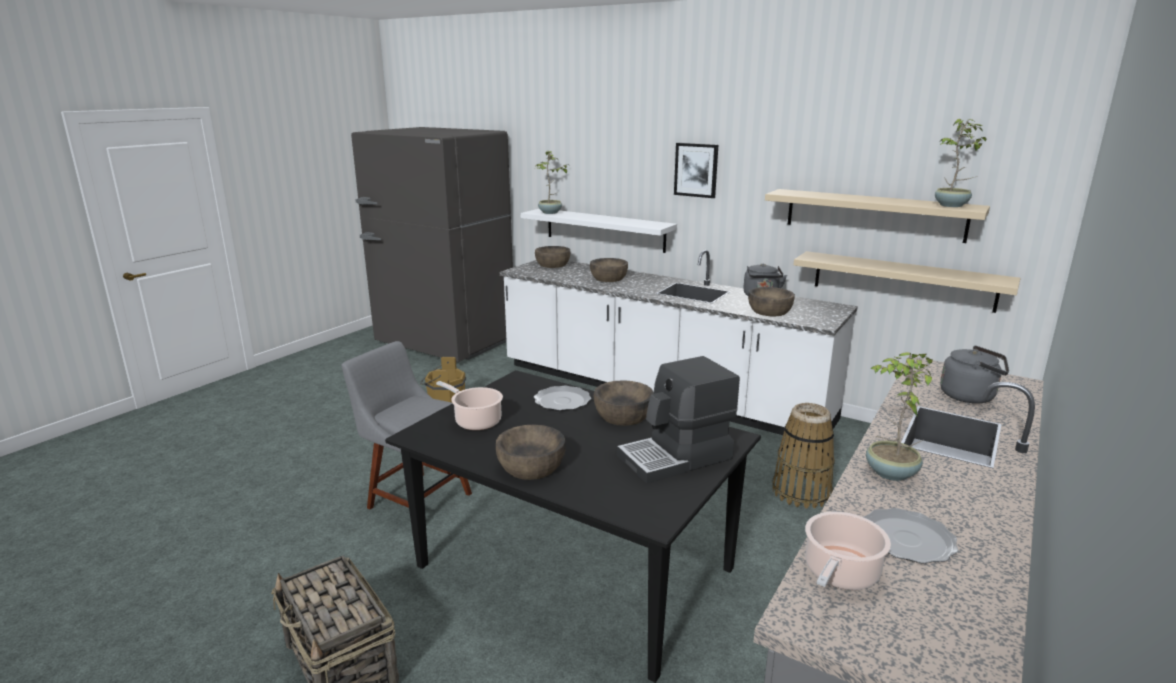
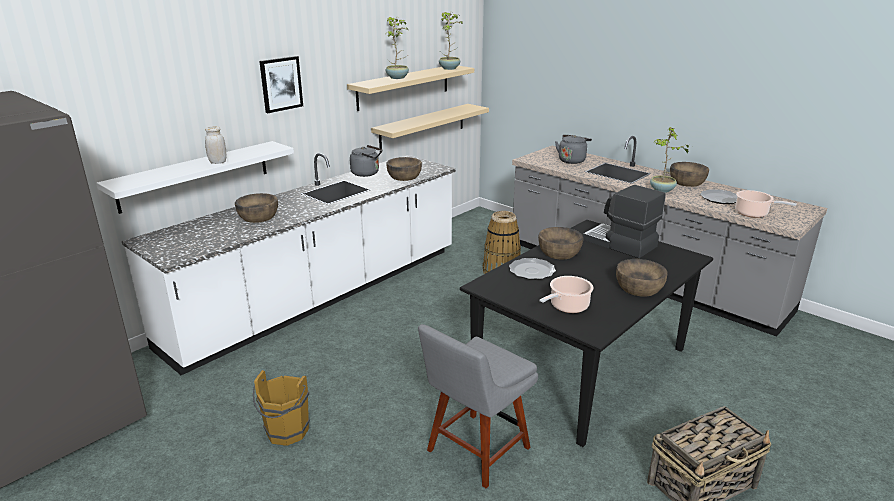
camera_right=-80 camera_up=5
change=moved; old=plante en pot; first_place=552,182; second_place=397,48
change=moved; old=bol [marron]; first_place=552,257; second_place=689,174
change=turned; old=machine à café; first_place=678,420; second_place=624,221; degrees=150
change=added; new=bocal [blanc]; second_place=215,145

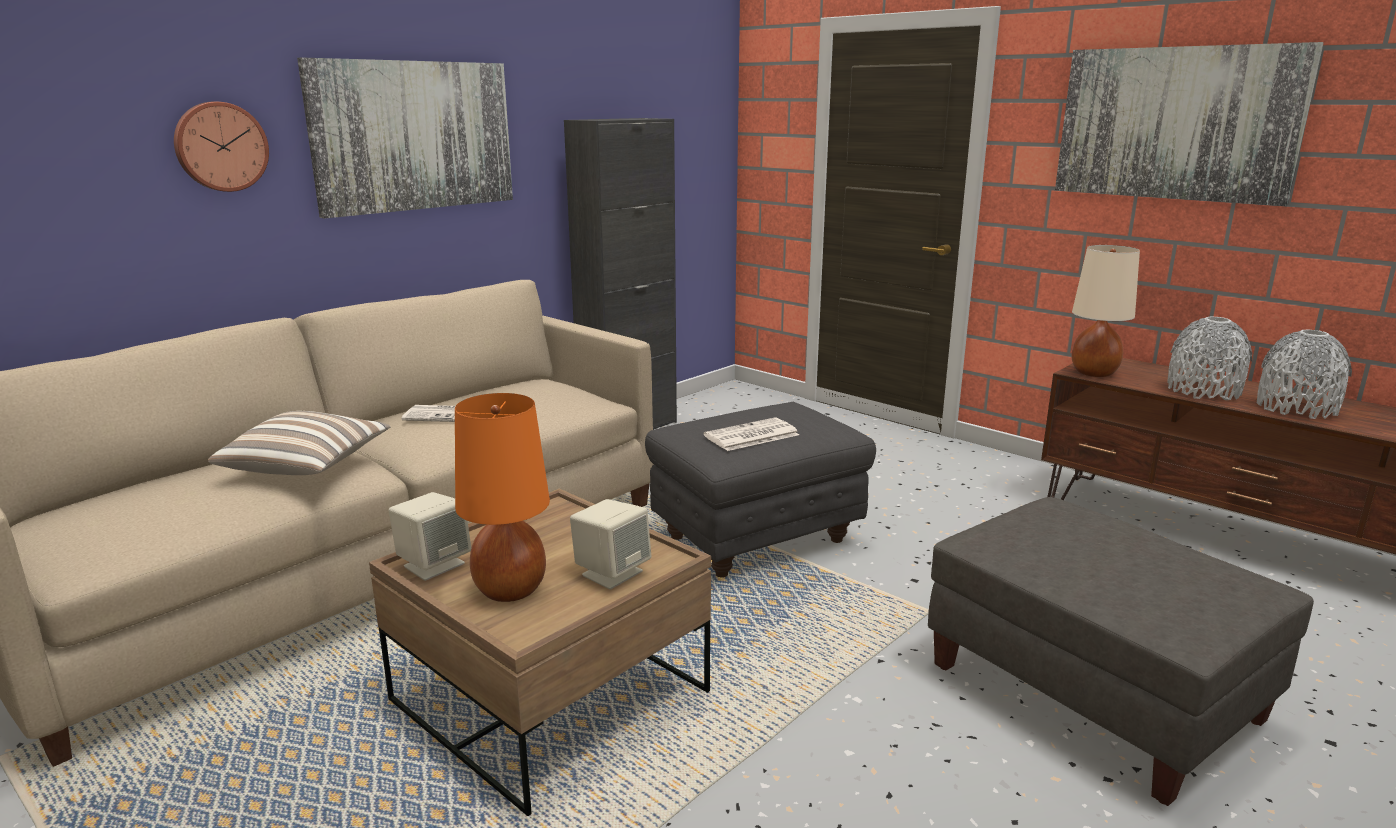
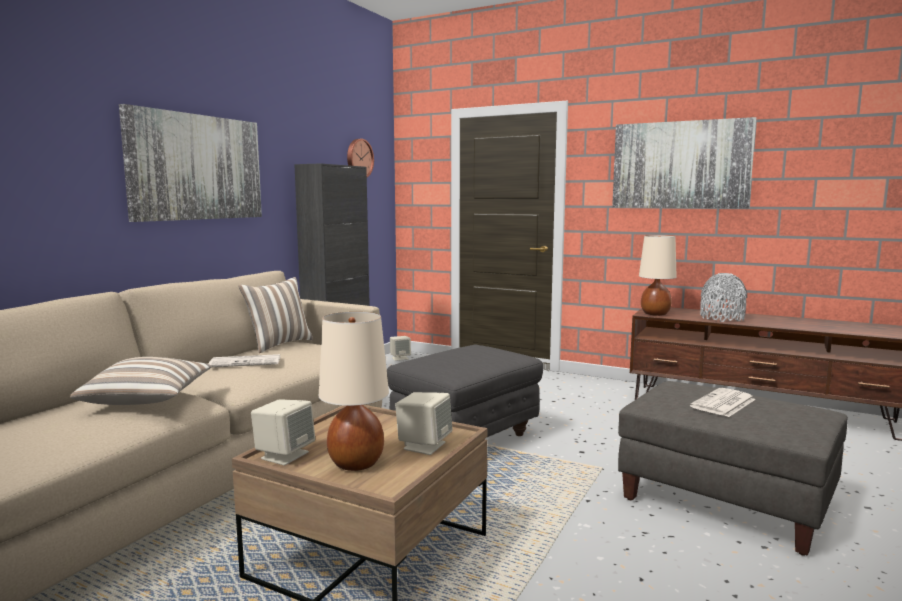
camera_right=-15 camera_up=-10
change=moved; old=horloge murale; first_place=221,147; second_place=360,158
change=recoloured; old=lampe de table [orange]; new=lampe de table [beige]; first_place=502,497; second_place=354,391
change=moved; old=journal; first_place=751,434; second_place=723,402
change=removed; old=vase [gris]; first_place=1304,374
change=added; new=coussin; second_place=275,315
change=added; new=enceinte [beige]; second_place=400,348

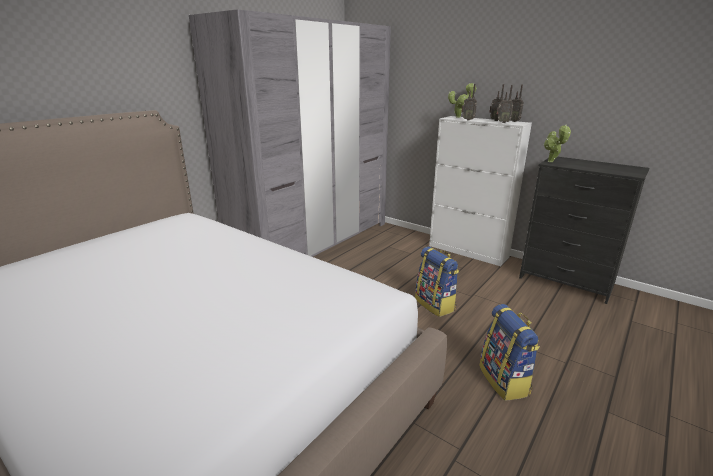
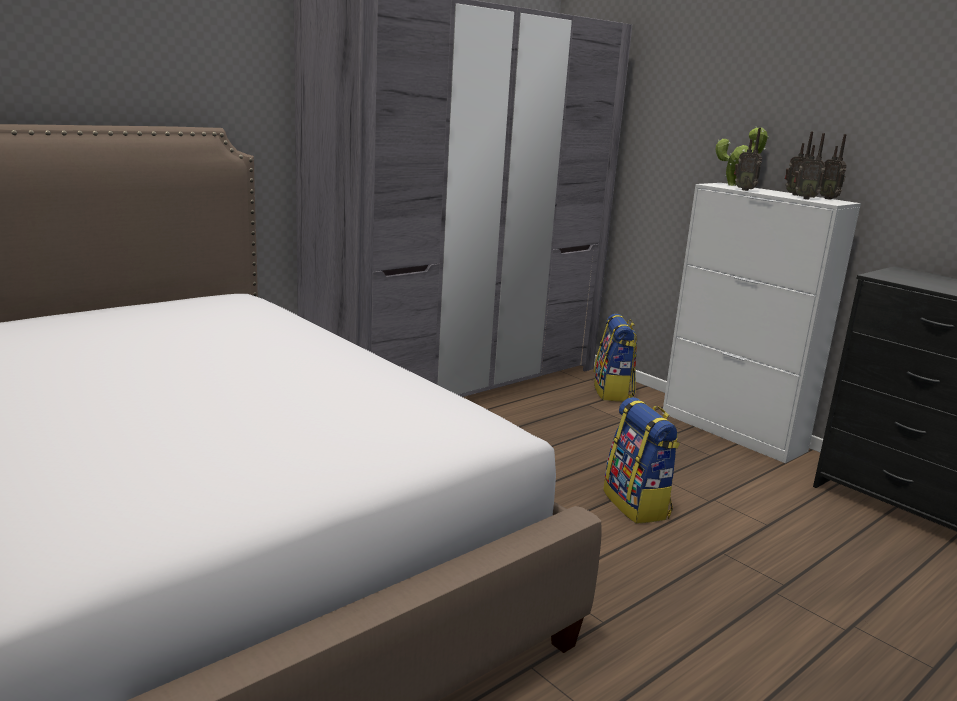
camera_right=10 camera_up=-5
change=moved; old=sac à dos; first_place=509,352; second_place=615,357
change=removed; old=plante en pot; first_place=557,143

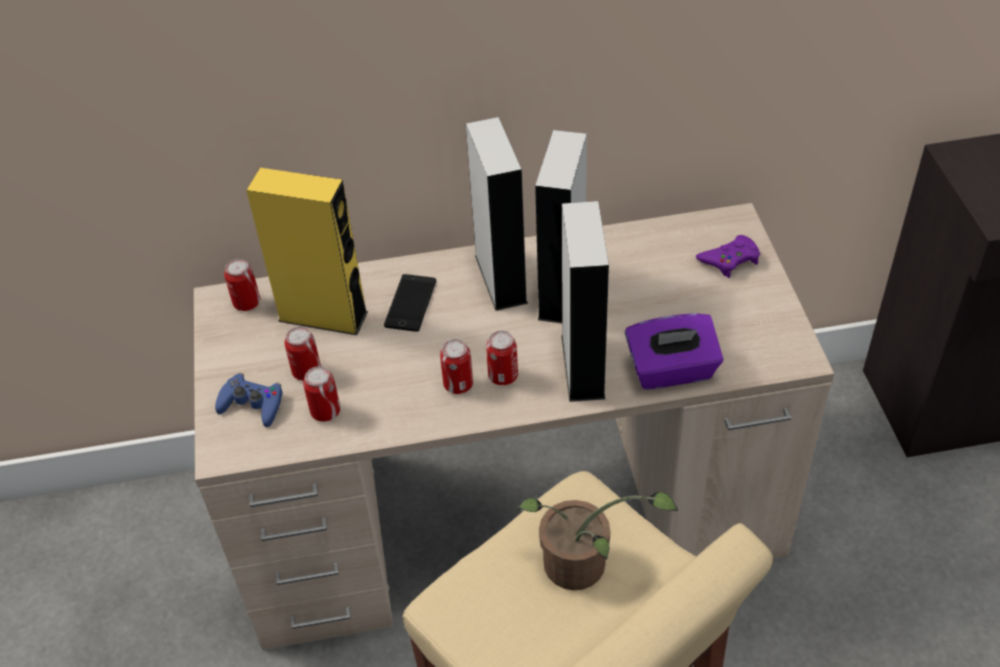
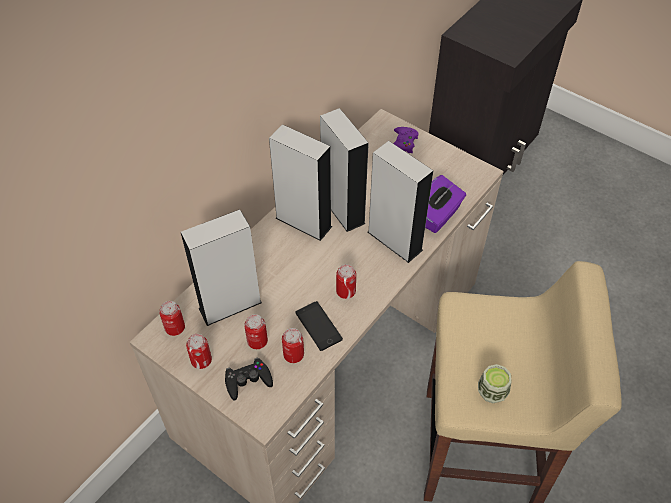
camera_right=-45 camera_up=5
change=recoloured; old=manette [bleu]; new=manette [noir]; first_place=249,400; second_place=249,379
change=recoloured; old=enceinte [jaune]; new=enceinte [gris]; first_place=307,251; second_place=221,267
change=moved; old=téléphone; first_place=410,303; second_place=319,326
change=moved; old=boîte métallique; first_place=502,358; second_place=199,351
change=removed; old=plante en pot; first_place=598,540
change=added; new=tasse; second_place=495,383

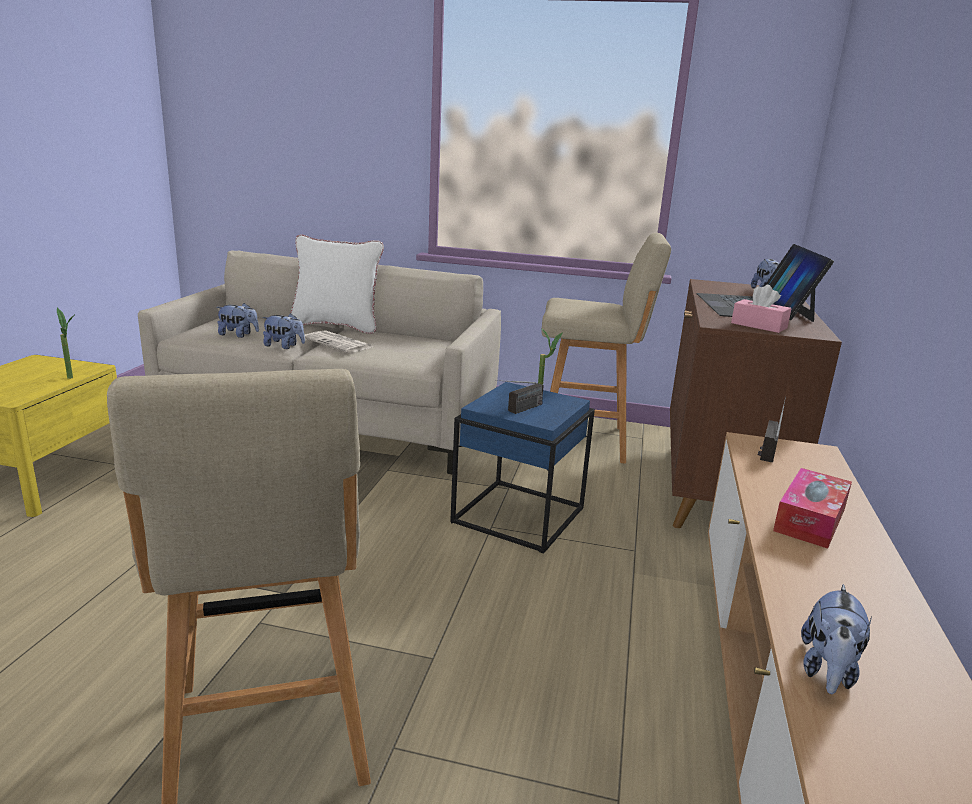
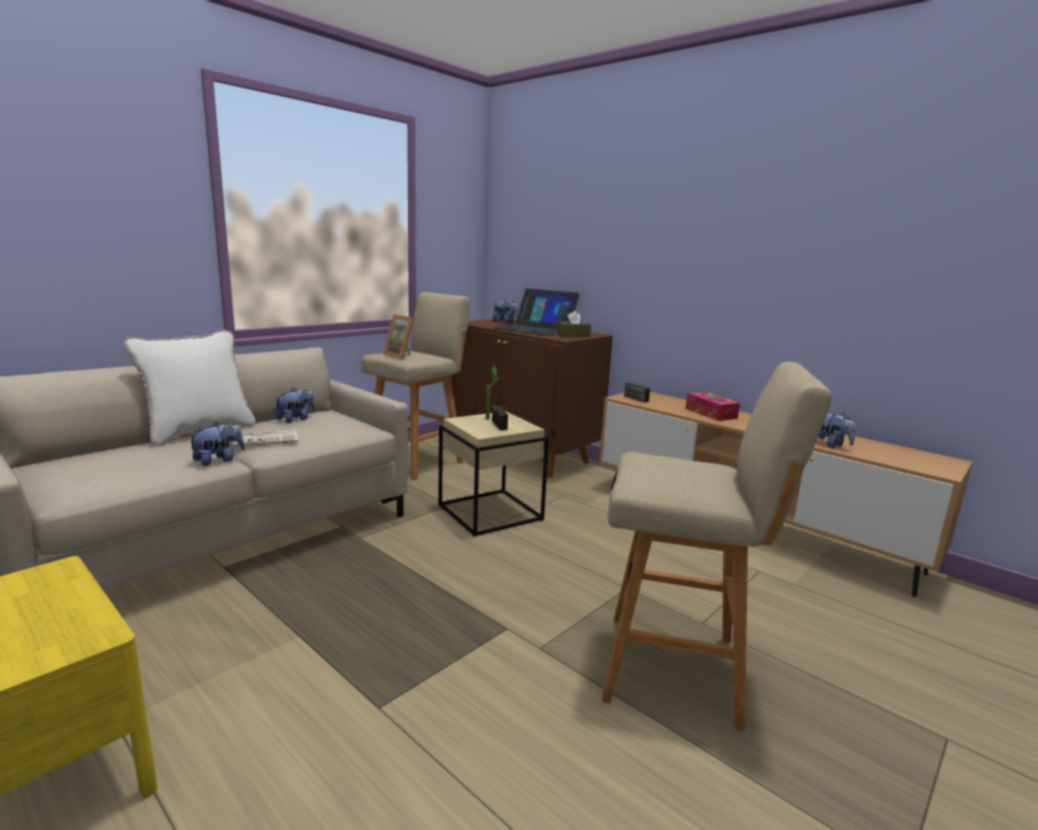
camera_right=-60 camera_up=-5
change=removed; old=plante en pot; first_place=65,343
change=moved; old=peluche; first_place=237,320; second_place=295,405
change=recoloured; old=table d'appoint [bleu]; new=table d'appoint [beige]; first_place=522,468; second_place=493,474
change=recoloured; old=boîte à mouchoirs [rose]; new=boîte à mouchoirs [marron]; first_place=761,309; second_place=574,324
change=added; new=cadre photo; second_place=398,337

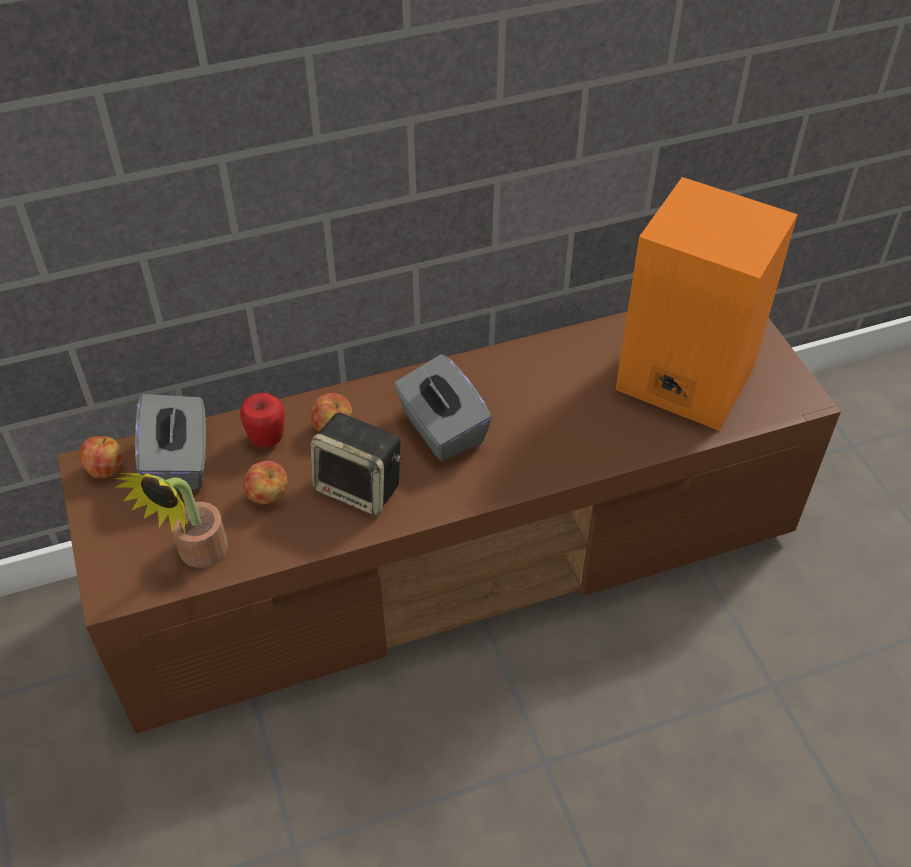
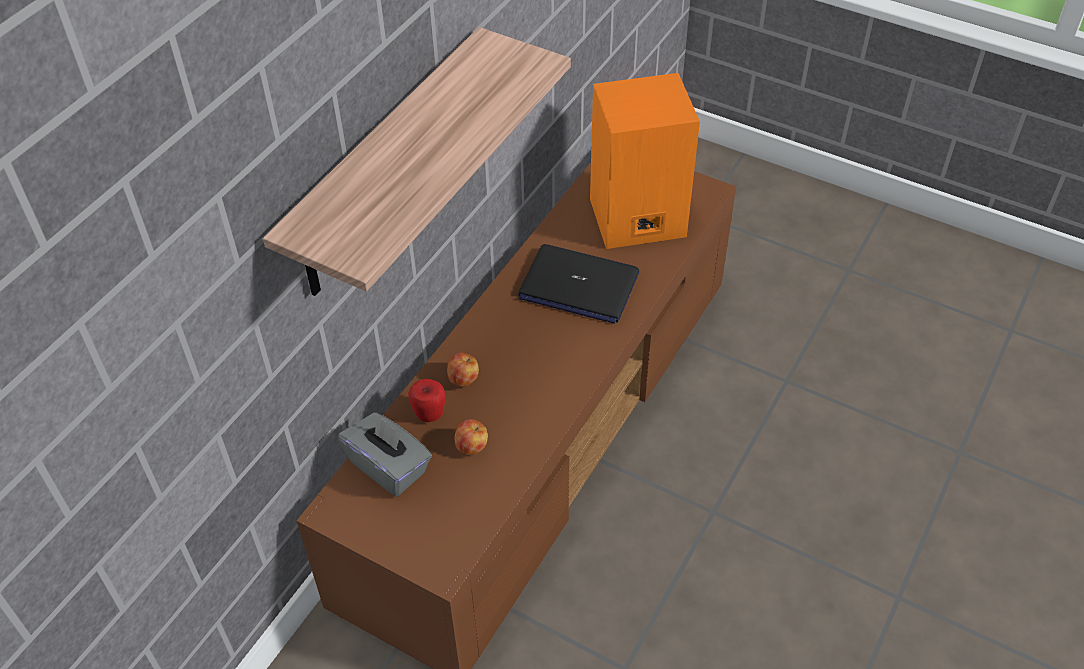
camera_right=-40 camera_up=0
change=removed; old=pomme; first_place=101,457
change=removed; old=plante en pot; first_place=171,520
change=removed; old=enceinte; first_place=356,464
change=removed; old=boîte à mouchoirs [gris]; first_place=442,407
change=added; new=étagère; second_place=417,161
change=added; new=ordinateur portable; second_place=578,284

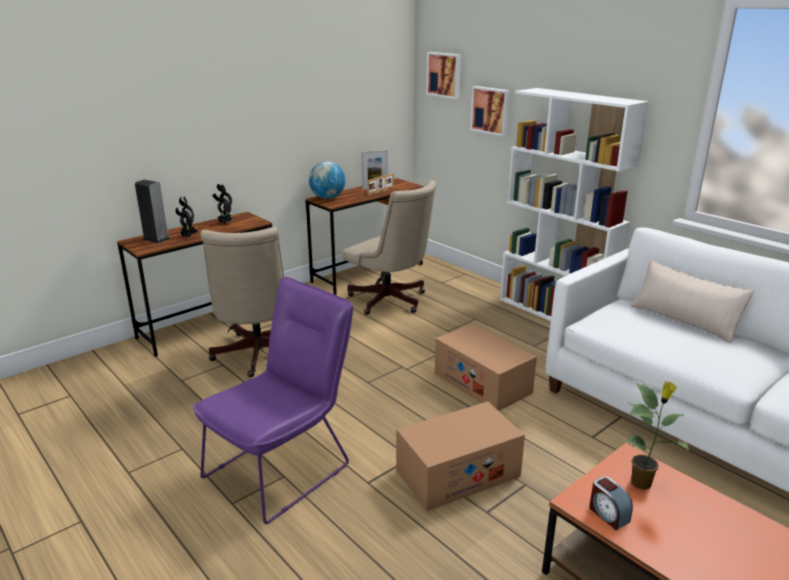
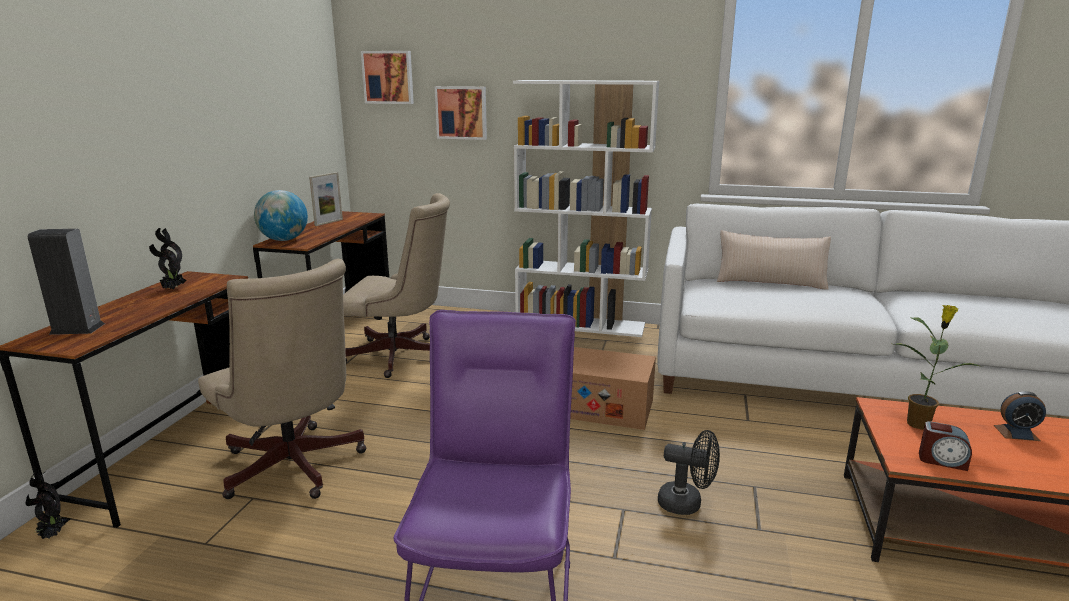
camera_right=-35 camera_up=-5
change=moved; old=plante en pot; first_place=186,217; second_place=48,505
change=removed; old=cadre photo; first_place=380,184
change=replaced; old=carton; new=ventilateur [noir]; first_place=460,456; second_place=689,472
change=added; new=réveil; second_place=1020,416

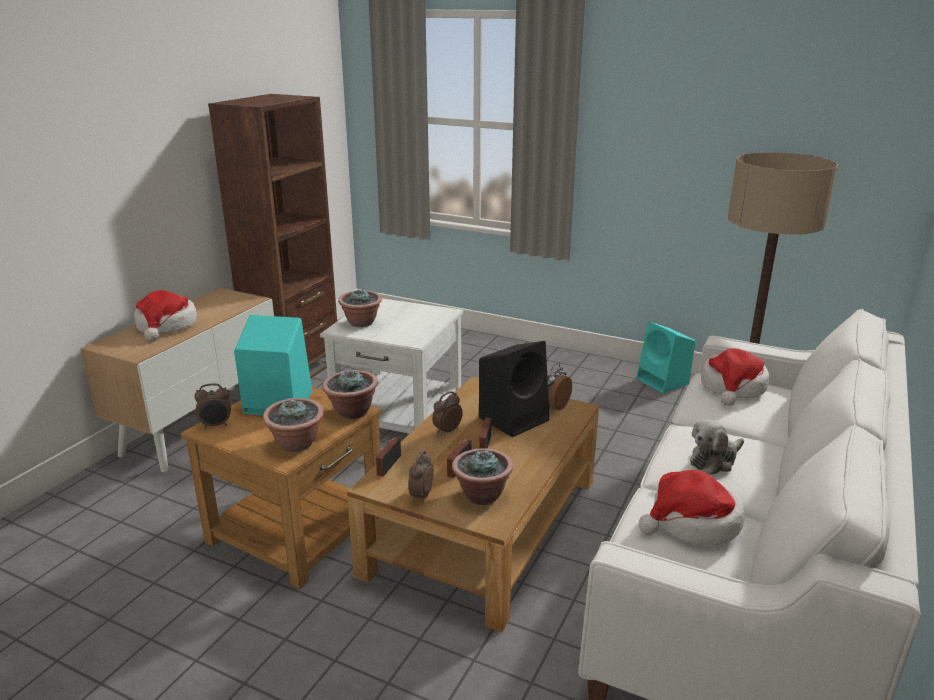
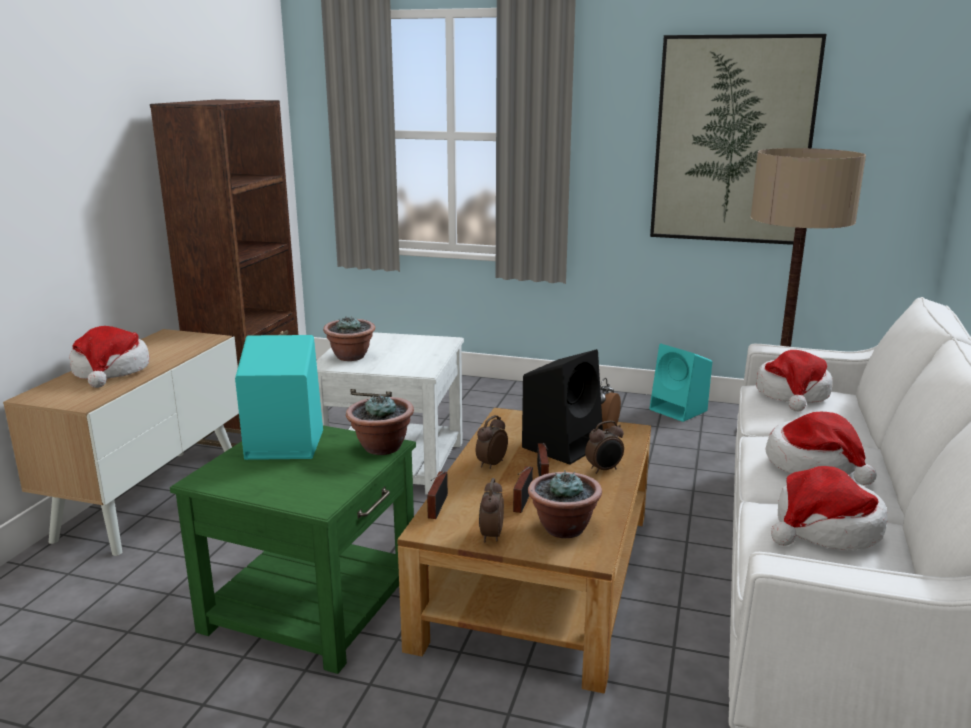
camera_right=-10 camera_up=-5
change=recoloured; old=table d'appoint [marron]; new=table d'appoint [vert]; first_place=281,488; second_place=293,549
change=moved; old=réveil; first_place=212,406; second_place=604,447
change=removed; old=plante en pot; first_place=293,425
change=replaced; old=peluche; new=chapeau; first_place=717,447; second_place=821,448
change=added; new=tableau; second_place=738,139

